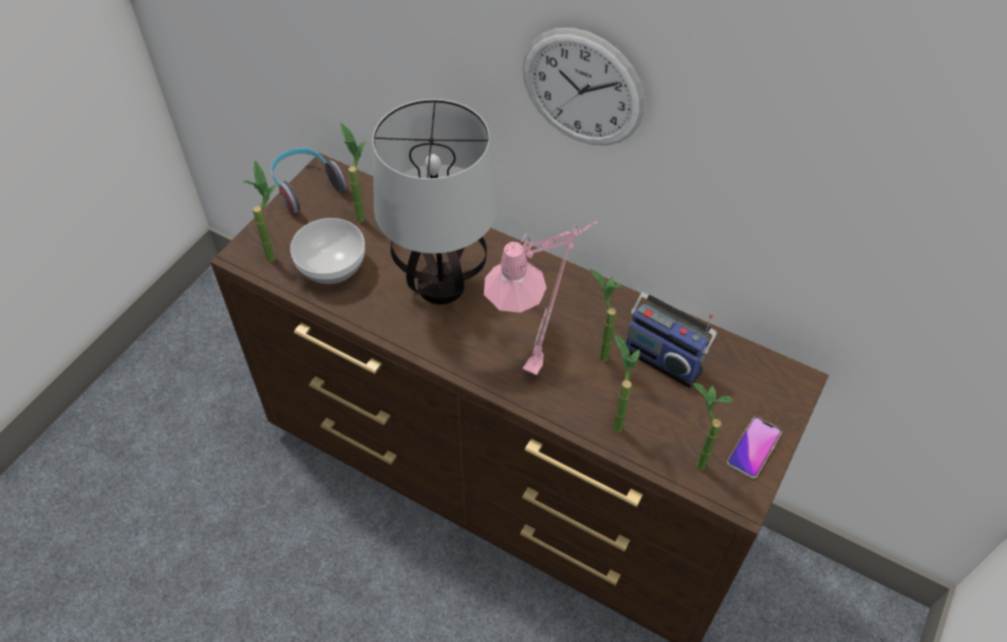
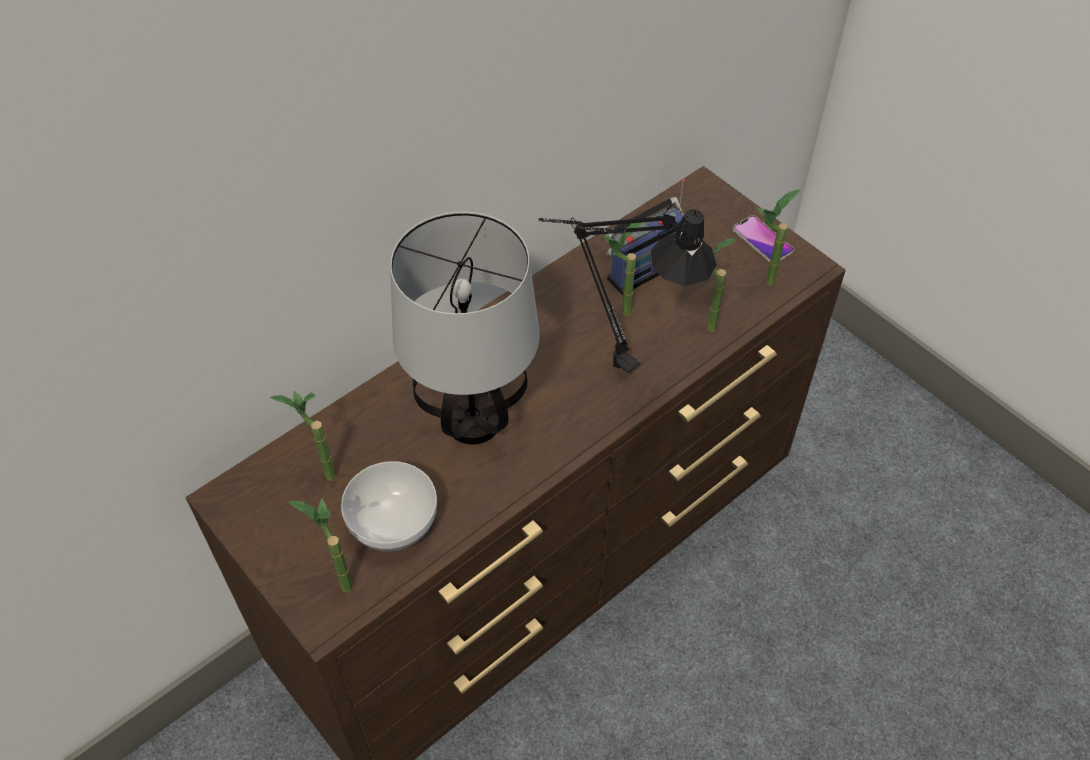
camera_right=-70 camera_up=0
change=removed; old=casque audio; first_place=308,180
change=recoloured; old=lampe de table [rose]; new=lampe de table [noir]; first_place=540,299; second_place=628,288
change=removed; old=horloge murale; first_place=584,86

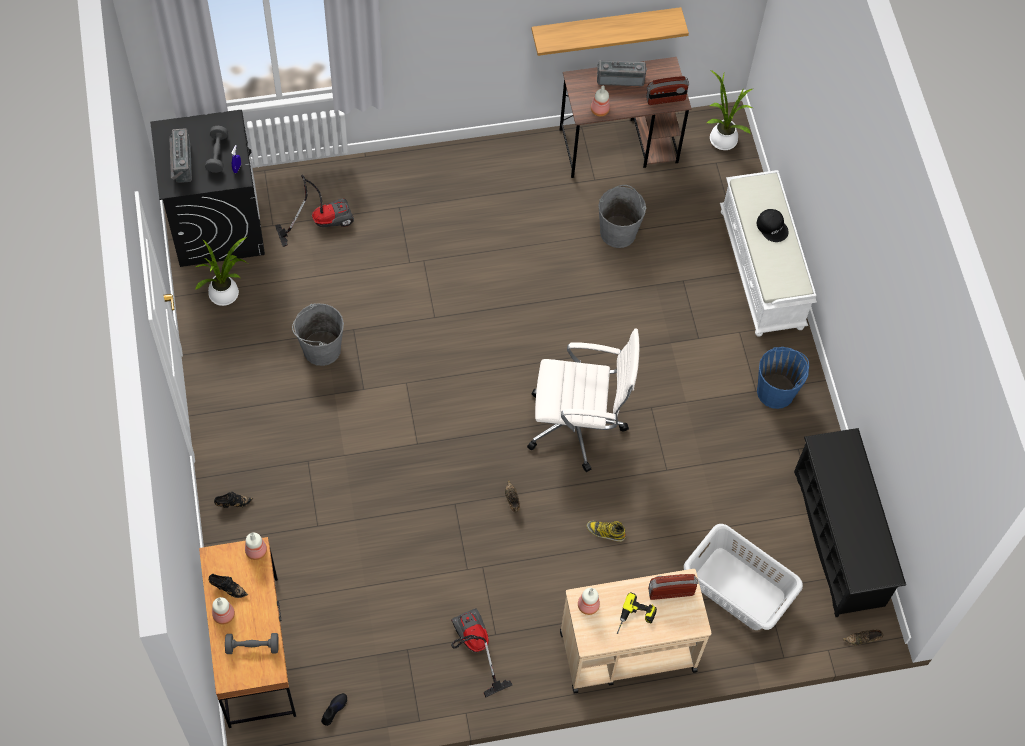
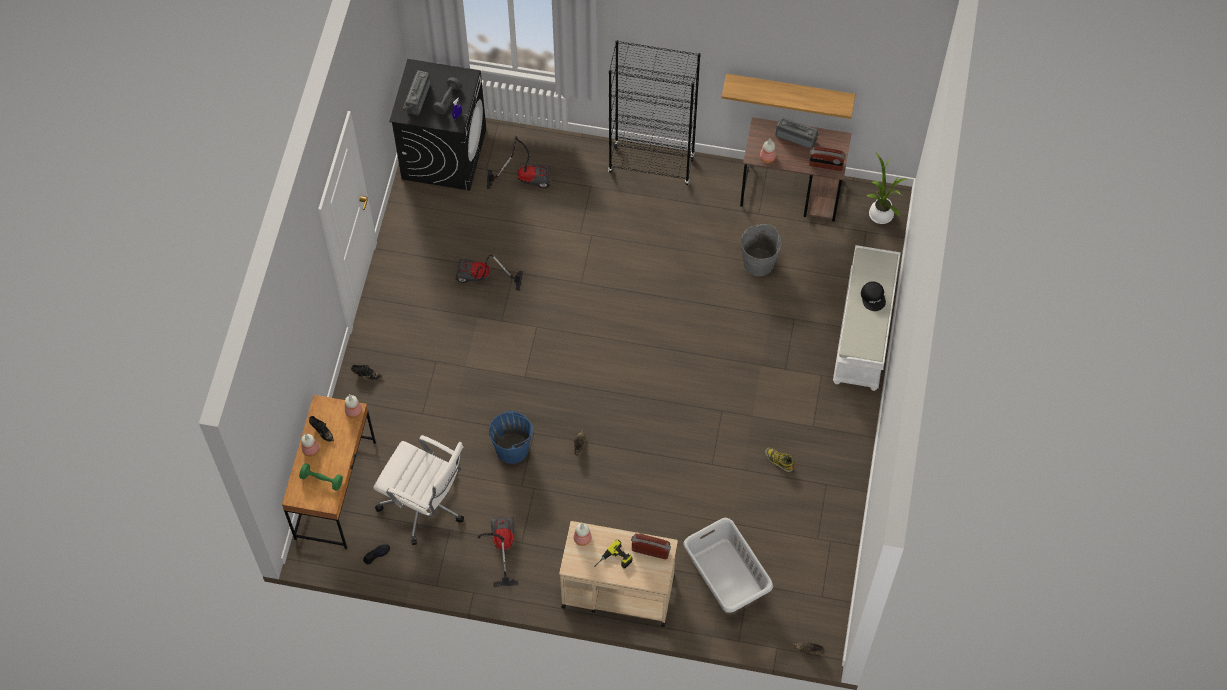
camera_right=25 camera_up=0
change=removed; old=plante en pot; first_place=221,271
change=recoloured; old=haltère [gris]; new=haltère [vert]; first_place=252,643; second_place=321,477
change=replaced; old=seau [gris]; new=aspirateur; first_place=318,334; second_place=489,272
change=moved; old=chaise de bureau [blanc]; first_place=583,400; second_place=418,490
change=moved; old=botte; first_place=606,531; second_place=779,460
change=moved; old=seau [bleu]; first_place=783,378; second_place=511,437
change=removed; old=étagère à chaussures [noir]; first_place=850,522
change=added; new=bibliothèque [noir]; second_place=654,112

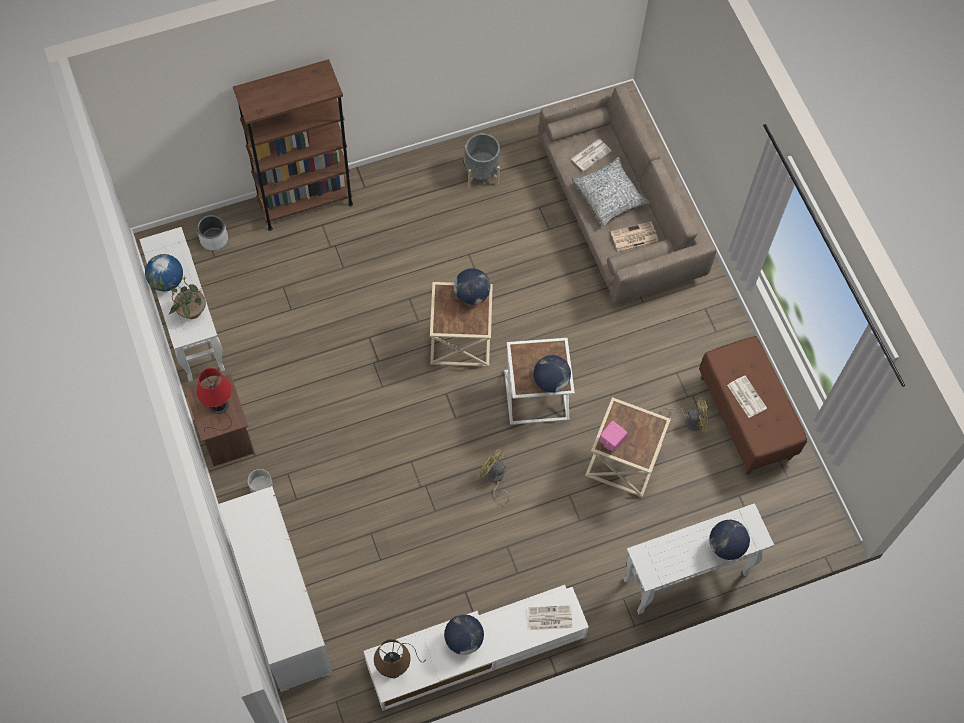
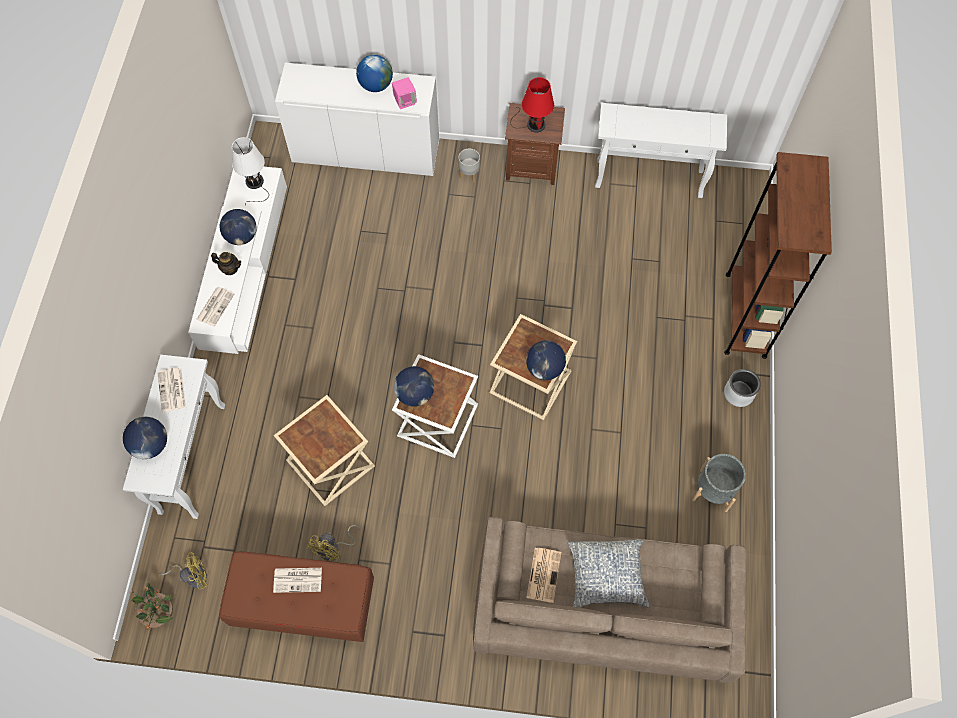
camera_right=120 camera_up=0
change=moved; old=globe; first_place=164,272; second_place=374,73
change=moved; old=plante en pot; first_place=187,297; second_place=151,606
change=moved; old=cache-pot [gris]; first_place=212,232; second_place=742,388
change=recoloured; old=lampe de table [marron]; new=lampe de table [blanc]; first_place=397,658; second_place=250,171
change=moved; old=ventilateur [jaune]; first_place=494,476; second_place=183,571
change=moved; old=journal; first_place=591,155; second_place=171,389
change=moved; old=enceinte [rose]; first_place=613,436; second_place=404,93
change=added; new=théière; second_place=226,263

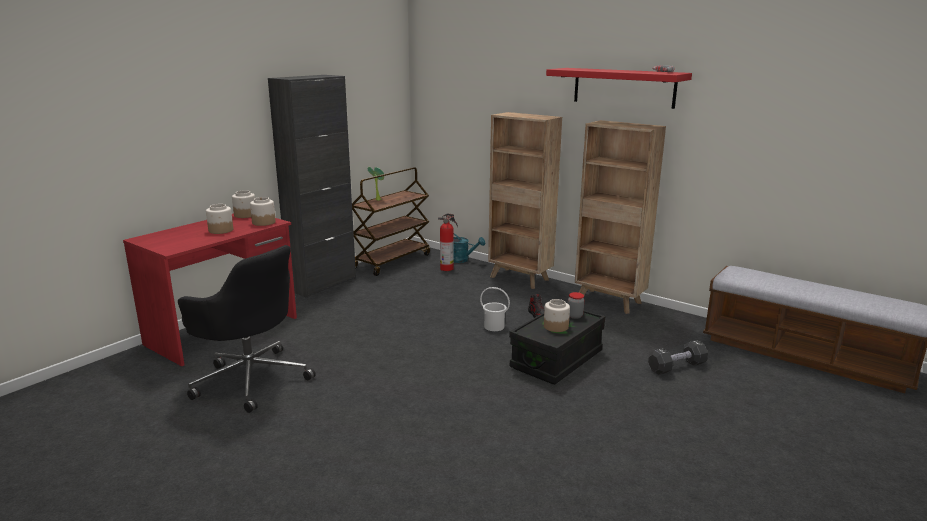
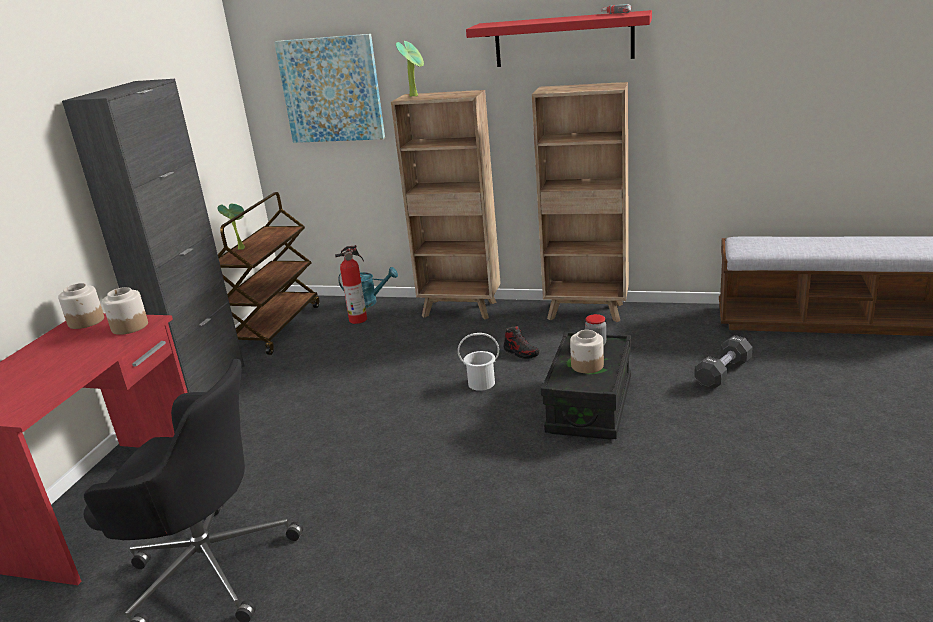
camera_right=-20 camera_up=5
change=removed; old=bocal; first_place=219,219
change=added; new=tableau; second_place=329,88
change=added; new=plante en pot; second_place=410,69

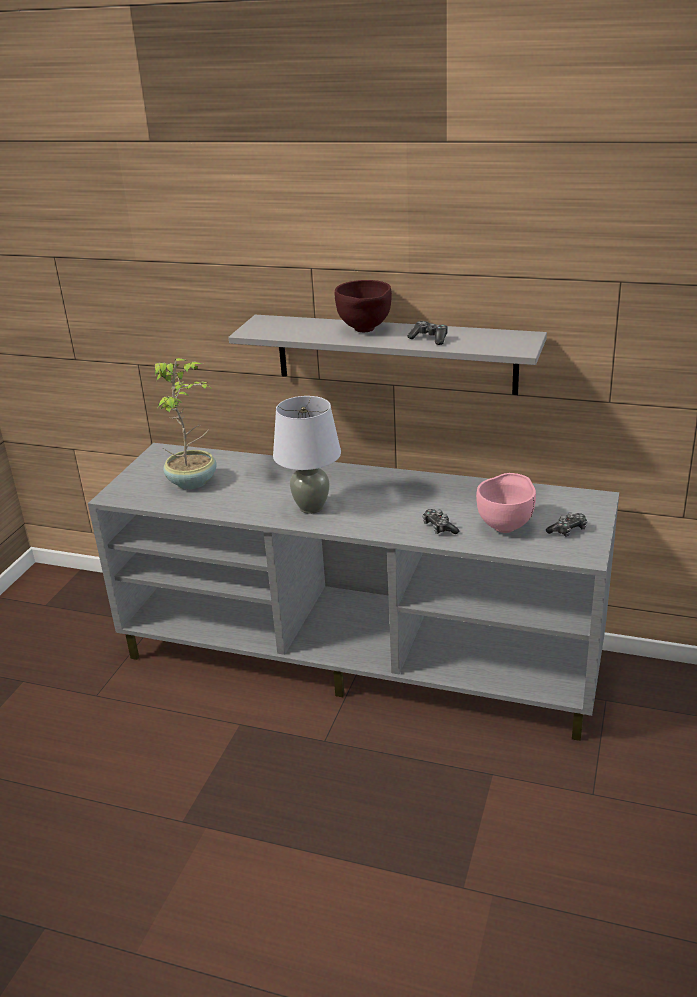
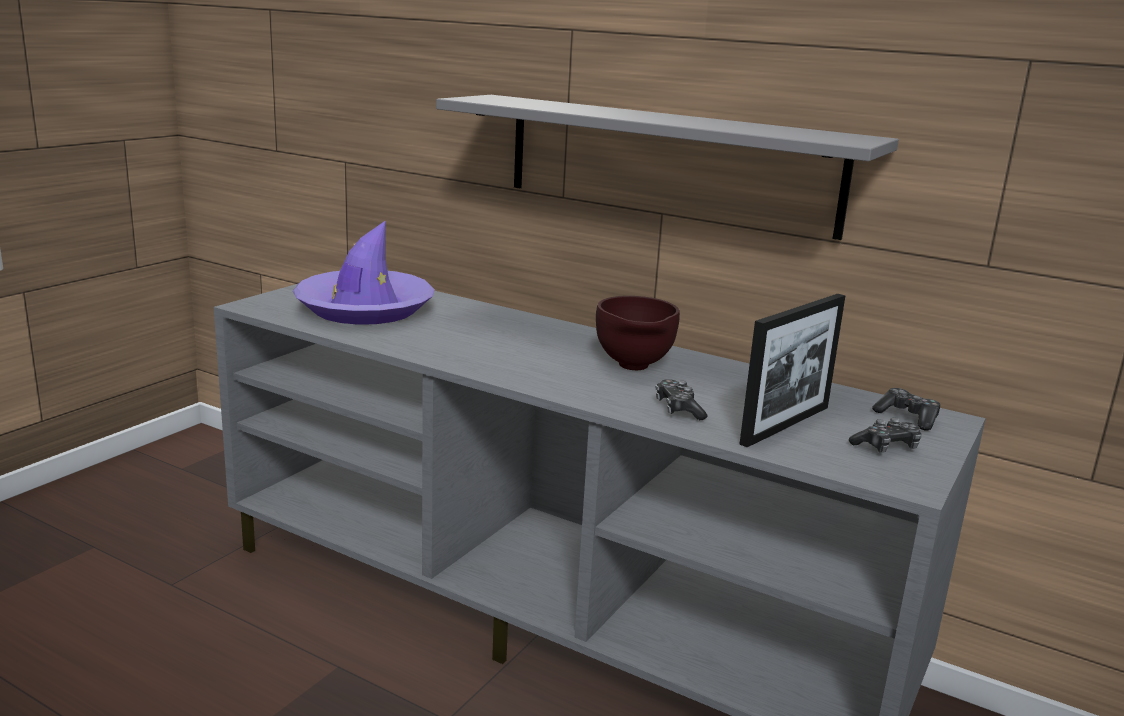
camera_right=10 camera_up=-10
change=replaced; old=plante en pot; new=chapeau [violet]; first_place=186,423; second_place=364,272
change=removed; old=lampe de table [gris]; first_place=307,455
change=moved; old=bol [marron]; first_place=363,306; second_place=638,333
change=moved; old=manette; first_place=428,333; second_place=906,409
change=replaced; old=bol [rose]; new=cadre photo; first_place=506,503; second_place=792,370

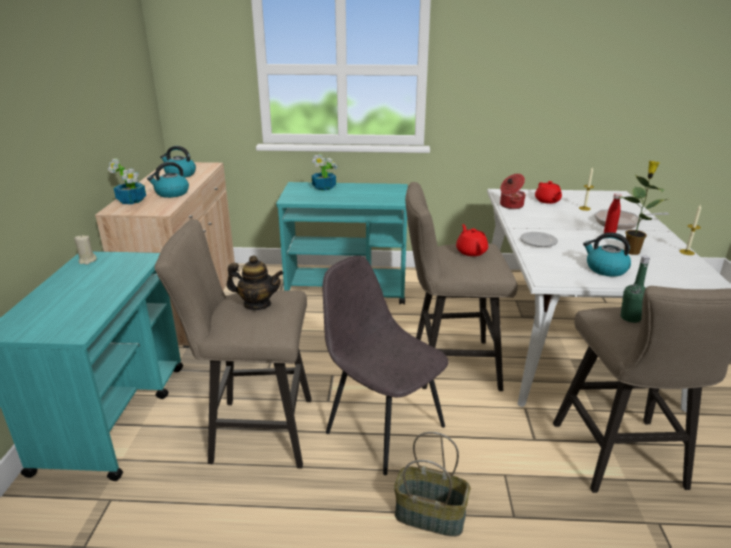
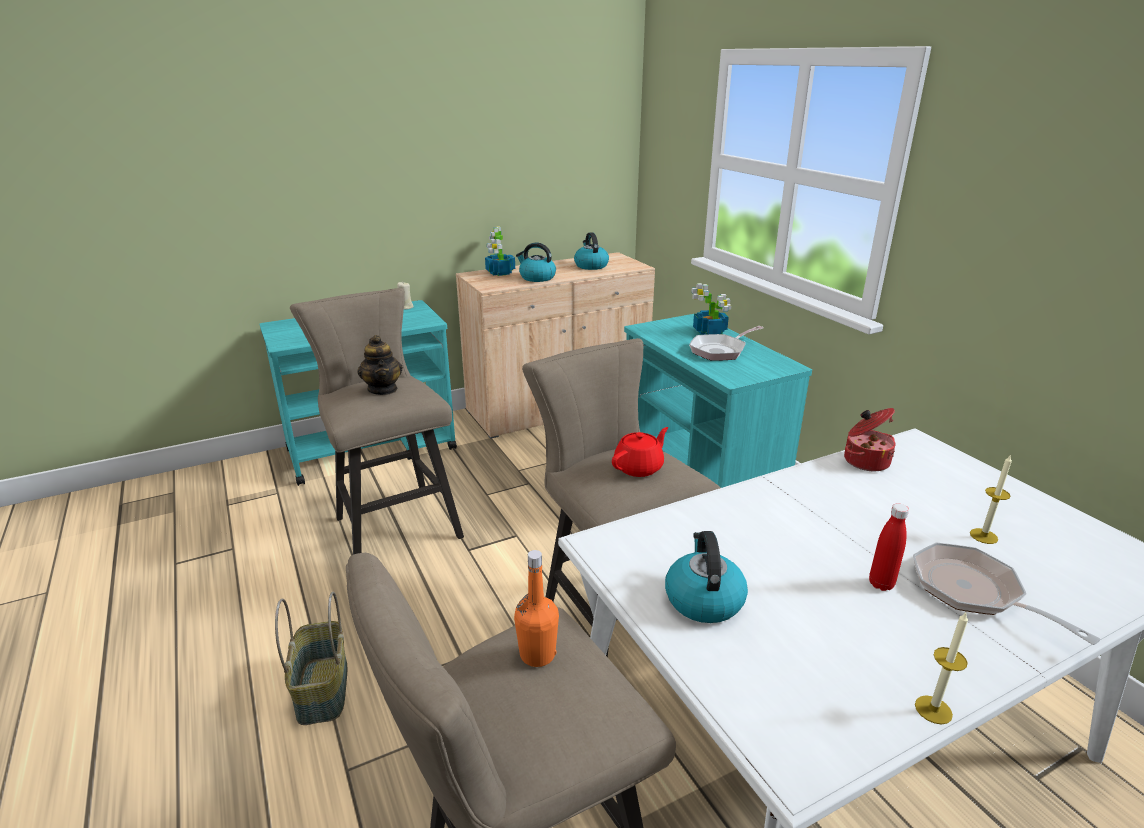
camera_right=60 camera_up=0
change=removed; old=chaise [gris]; first_place=386,365
change=removed; old=assiette; first_place=539,239
change=removed; old=théière [rouge]; first_place=548,192
change=removed; old=plante en pot; first_place=643,208
change=recoloured; old=bouteille [vert]; new=bouteille [orange]; first_place=635,289; second_place=536,608
change=added; new=poêle; second_place=726,343

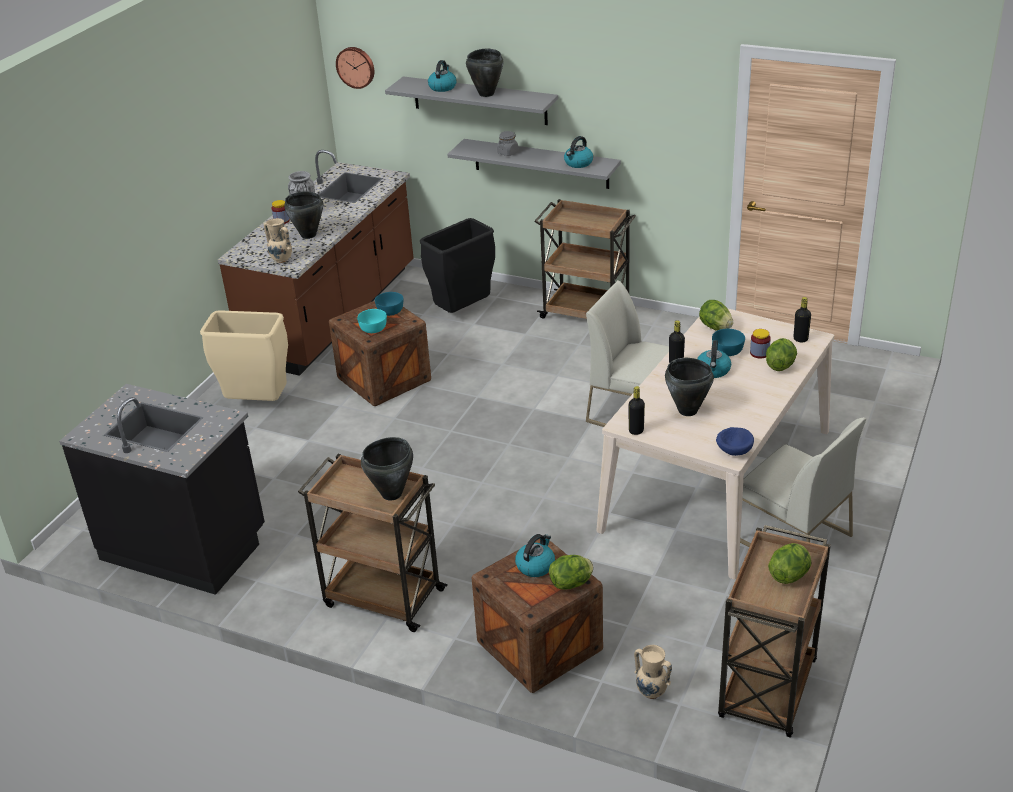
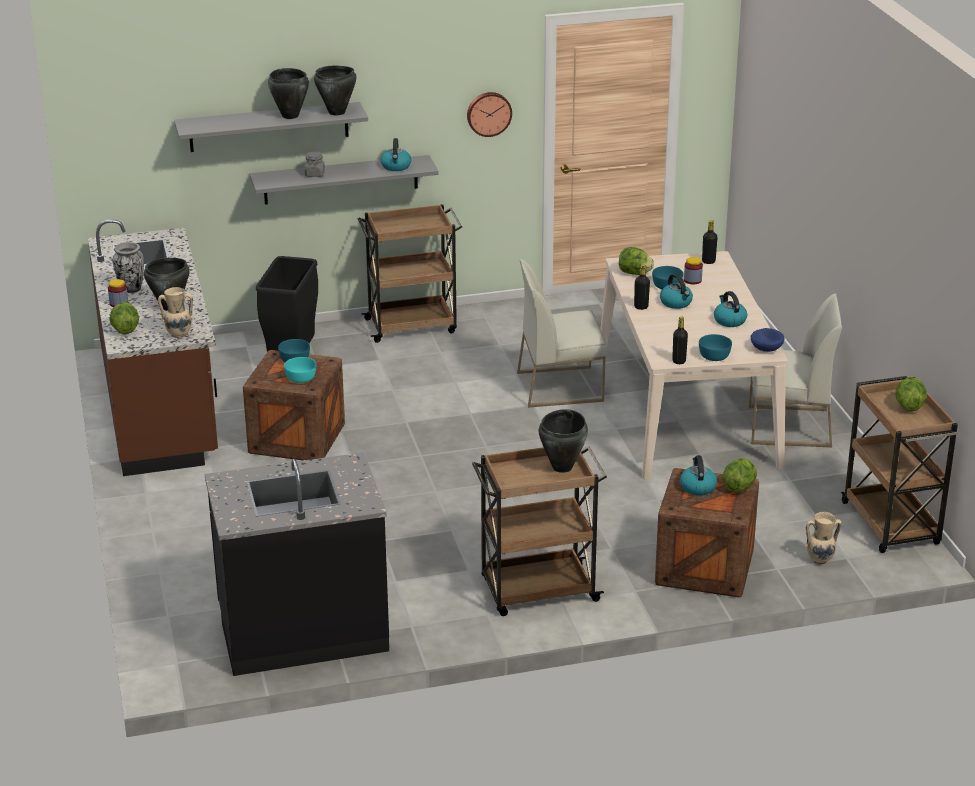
camera_right=-40 camera_up=-5
change=removed; old=poubelle [beige]; first_place=244,355
change=moved; old=horloge murale; first_place=355,68; second_place=489,114
change=moved; old=bouilloire; first_place=442,76; second_place=730,309
change=moved; old=marmite [noir]; first_place=689,387; second_place=335,91
change=moved; old=laitue; first_place=781,354; second_place=124,318
change=added; new=bol [turquoise]; second_place=715,347

